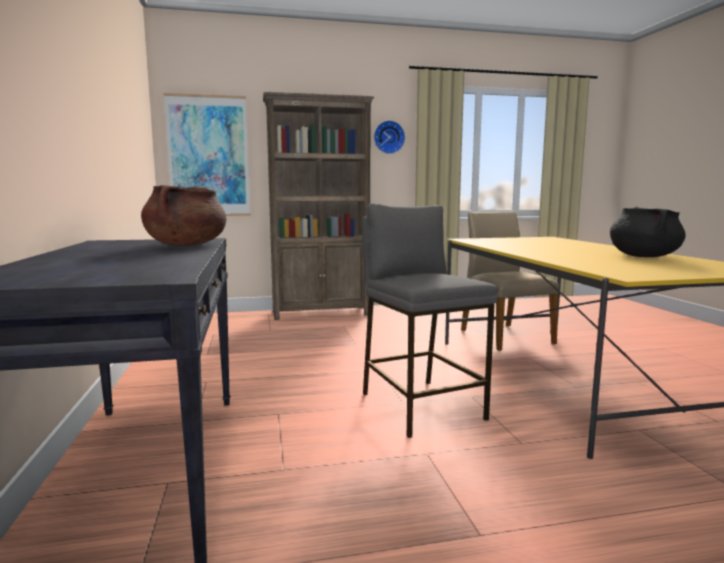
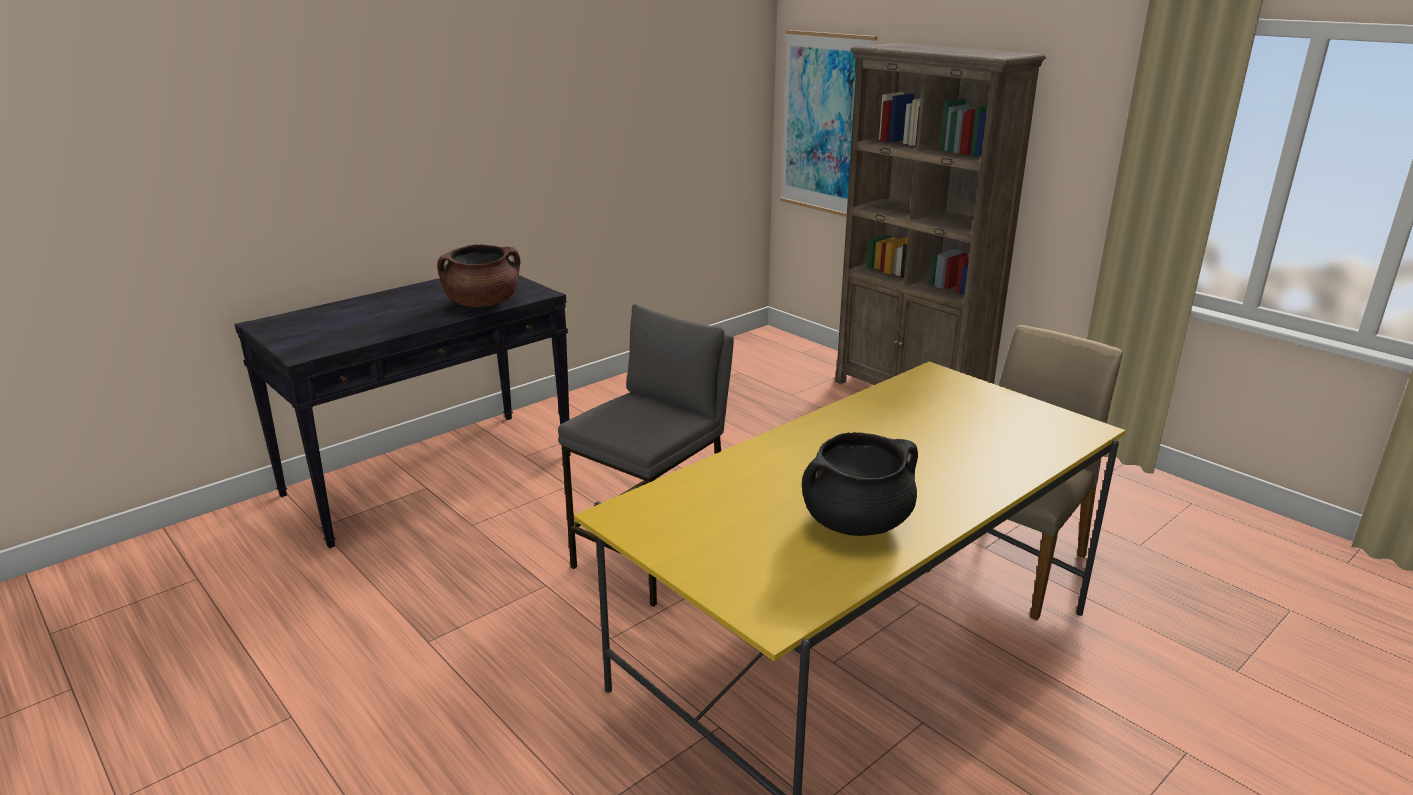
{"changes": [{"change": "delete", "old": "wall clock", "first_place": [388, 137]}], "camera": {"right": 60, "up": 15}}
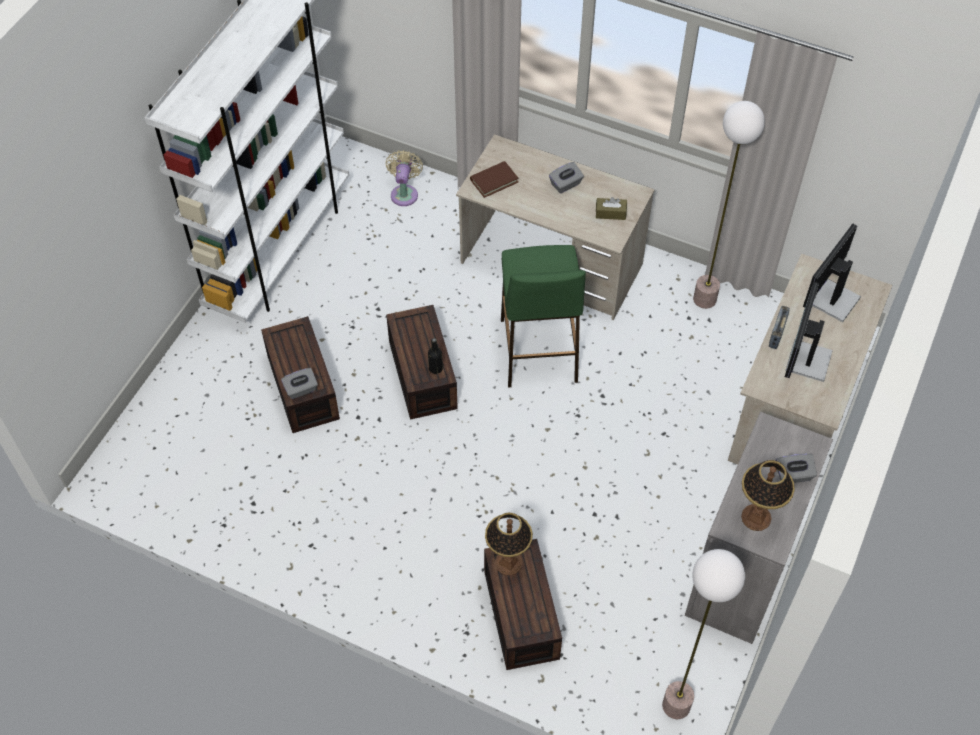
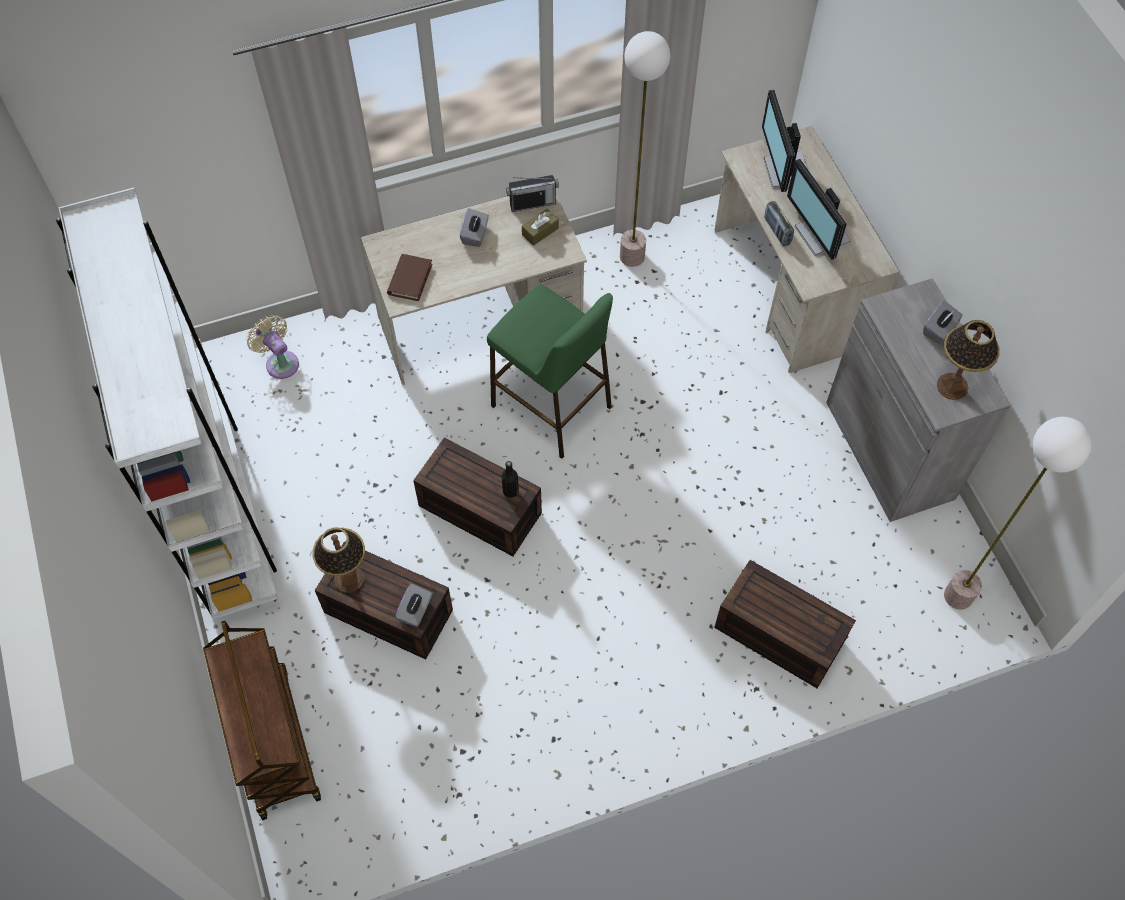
{"changes": [{"change": "move", "old": "tabletop lamp", "first_place": [508, 563], "second_place": [349, 579]}, {"change": "insert", "new": "wheeled cart/brown", "second_place": [273, 741]}, {"change": "insert", "new": "radio set", "second_place": [532, 203]}], "camera": {"right": -45, "up": 5}}
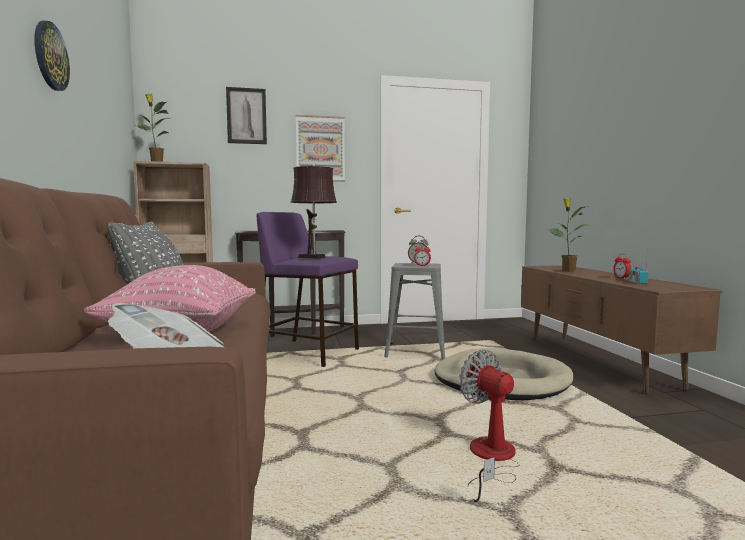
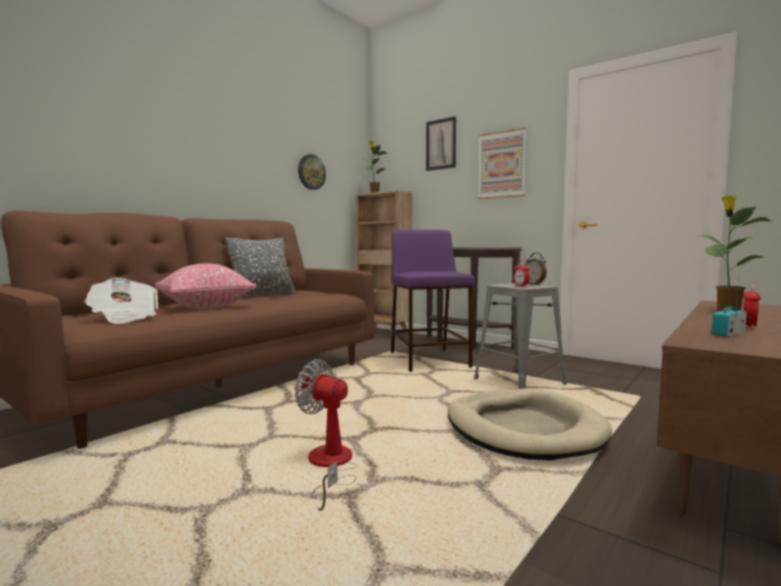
{"changes": [{"change": "move", "old": "wall clock", "first_place": [50, 56], "second_place": [311, 172]}, {"change": "delete", "old": "tabletop lamp/brown", "first_place": [314, 258]}, {"change": "rotate", "old": "electric fan", "first_place": [490, 460], "second_place": [330, 466], "degrees": -75}], "camera": {"right": 50, "up": 0}}
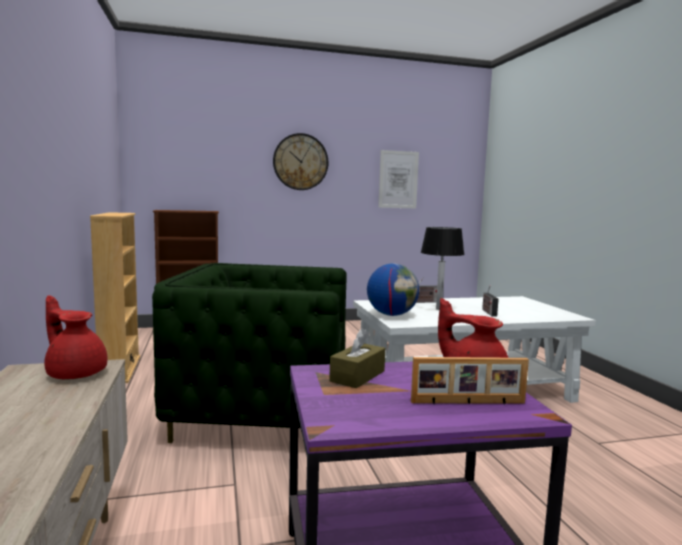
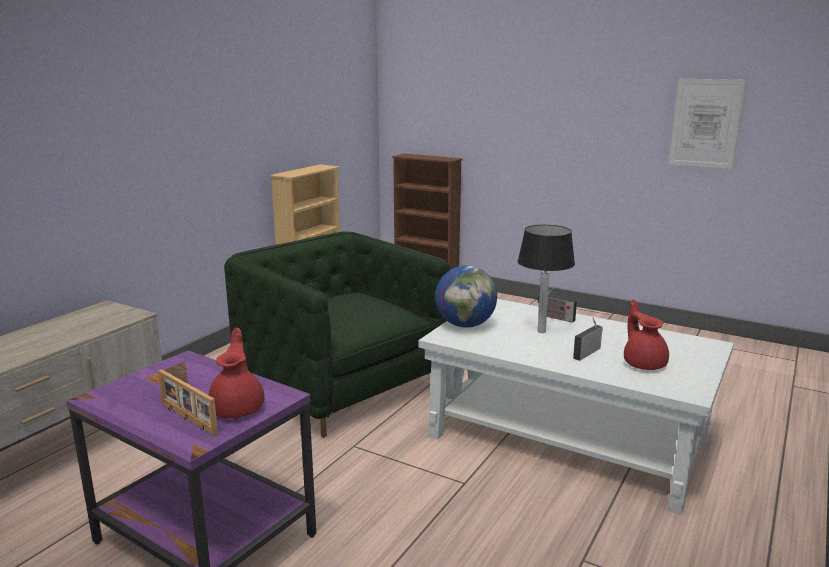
{"changes": [{"change": "move", "old": "tea pot/red", "first_place": [76, 373], "second_place": [643, 363]}, {"change": "delete", "old": "wall clock", "first_place": [300, 162]}, {"change": "delete", "old": "box of tissues/brown", "first_place": [357, 376]}], "camera": {"right": 45, "up": 10}}
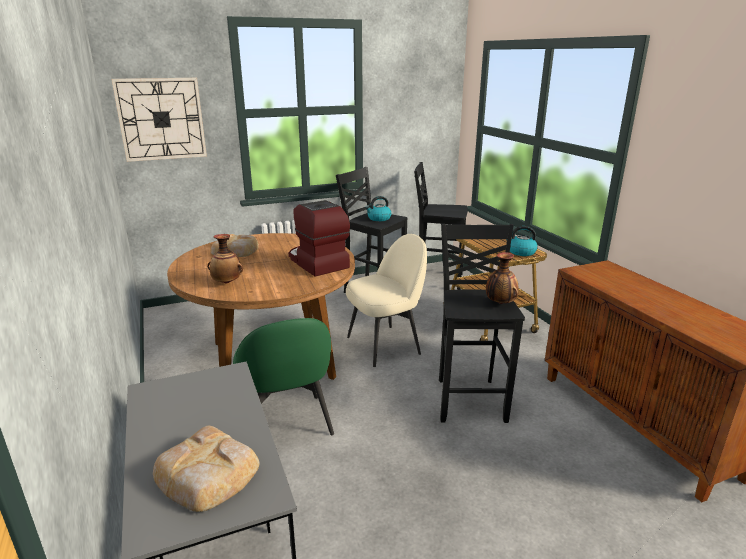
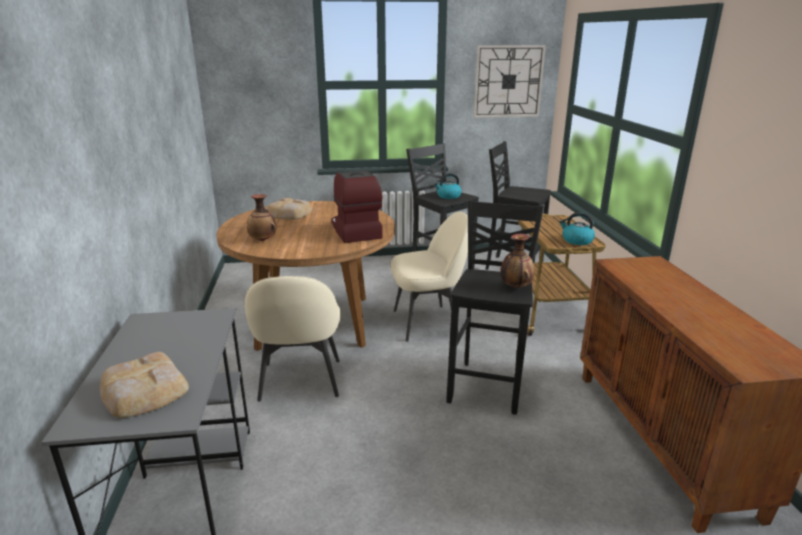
{"changes": [{"change": "move", "old": "wall clock", "first_place": [161, 119], "second_place": [508, 81]}, {"change": "recolor", "old": "chair/greenish", "new": "chair/beige", "first_place": [287, 425], "second_place": [300, 381]}], "camera": {"right": 15, "up": 0}}
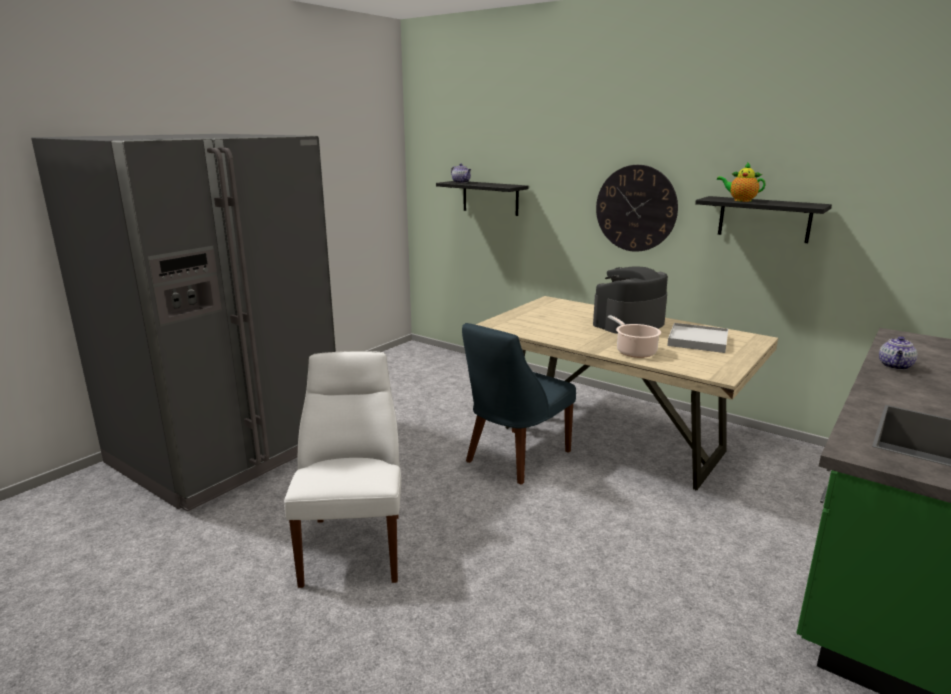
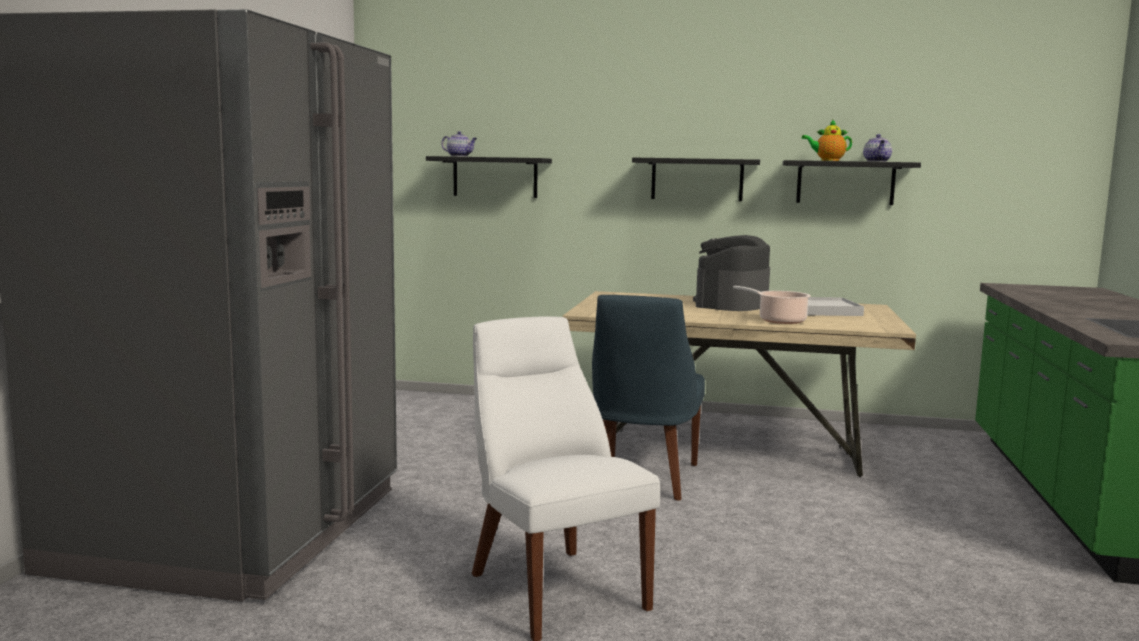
{"changes": [{"change": "replace", "old": "wall clock", "new": "shelf/blackish", "first_place": [636, 208], "second_place": [697, 179]}, {"change": "move", "old": "tea pot", "first_place": [895, 366], "second_place": [877, 161]}], "camera": {"right": -25, "up": -10}}
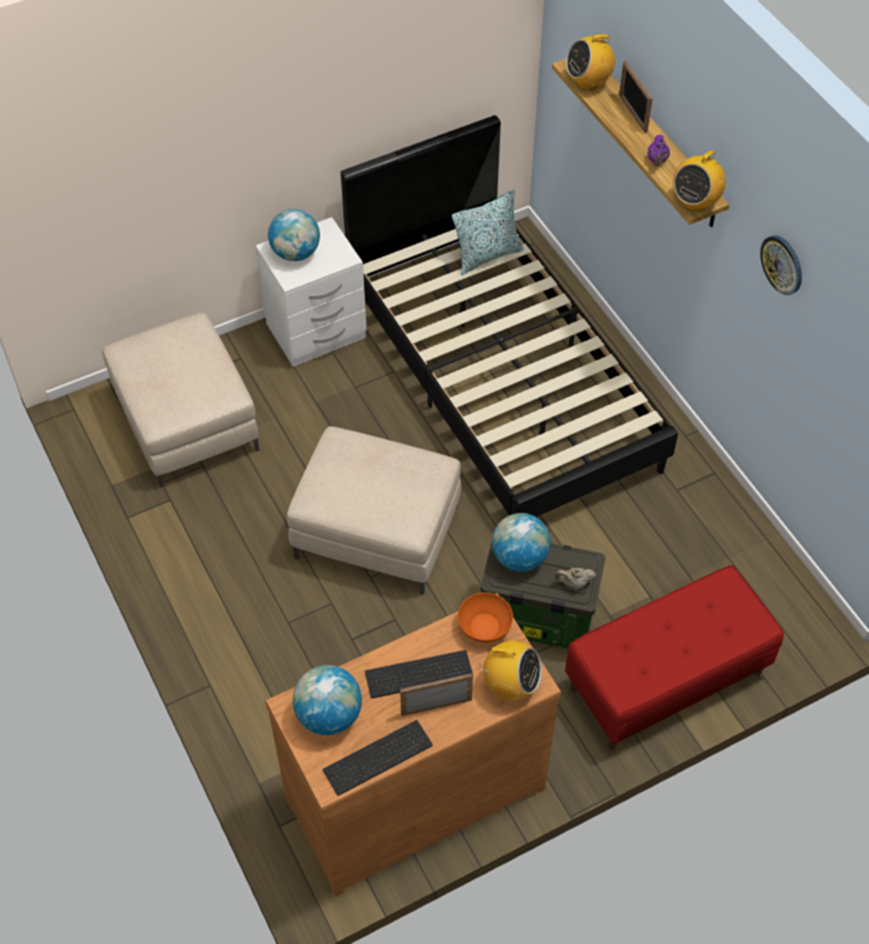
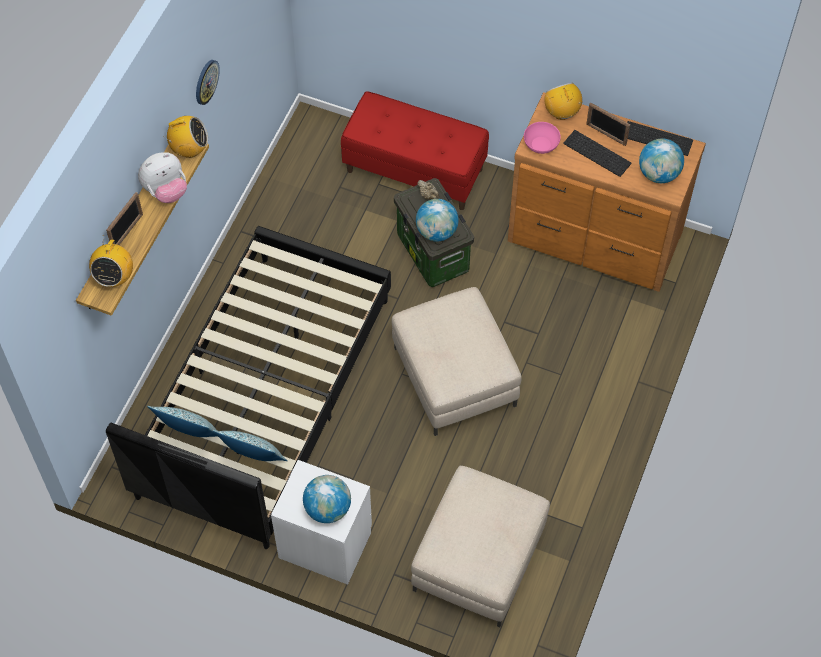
{"changes": [{"change": "recolor", "old": "deep dish/orangey", "new": "deep dish/pinkish", "first_place": [484, 626], "second_place": [541, 145]}, {"change": "rotate", "old": "radio set", "first_place": [588, 82], "second_place": [114, 277], "degrees": 75}, {"change": "replace", "old": "tea pot/purple-coloured", "new": "soft toy", "first_place": [657, 160], "second_place": [166, 191]}, {"change": "insert", "new": "pillow", "second_place": [253, 458]}], "camera": {"right": -130, "up": 5}}
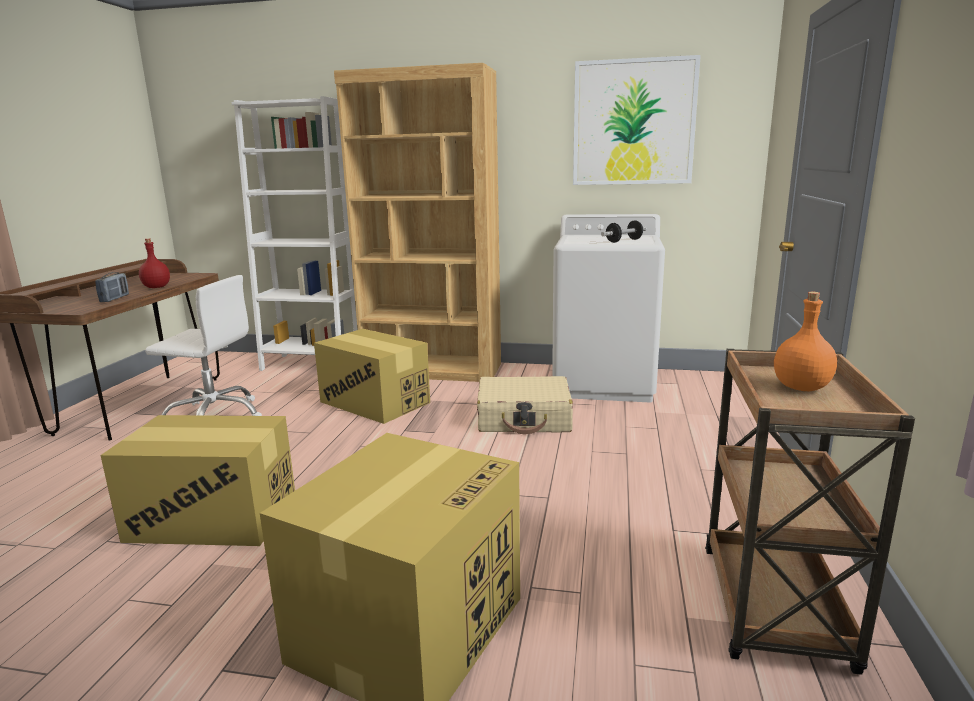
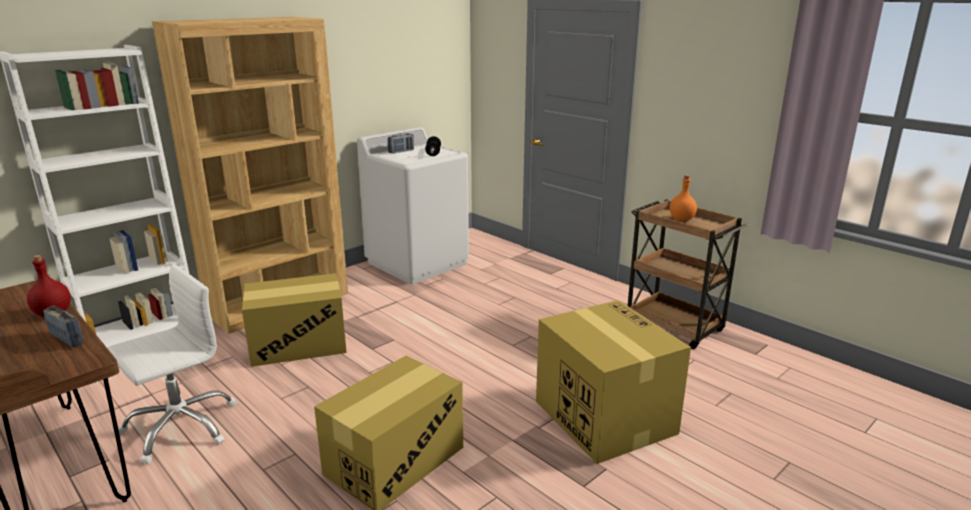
{"changes": [{"change": "delete", "old": "piece of luggage/beige", "first_place": [524, 419]}, {"change": "delete", "old": "picture", "first_place": [633, 123]}, {"change": "insert", "new": "radio set", "second_place": [401, 151]}], "camera": {"right": -55, "up": 5}}
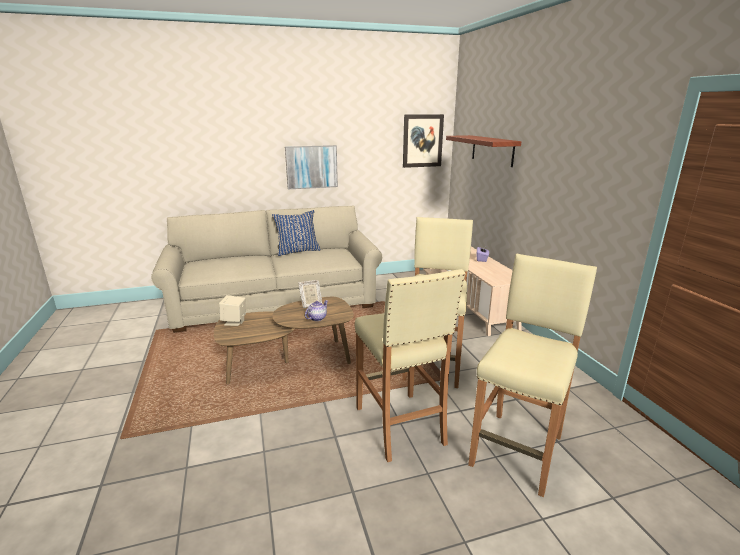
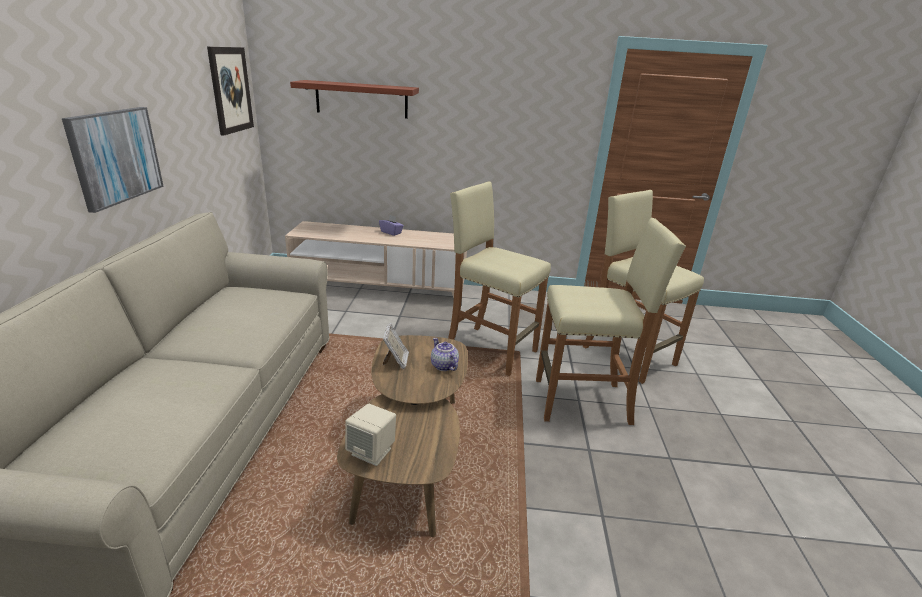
{"changes": [{"change": "delete", "old": "pillow/bluish", "first_place": [297, 251]}], "camera": {"right": -70, "up": 5}}
